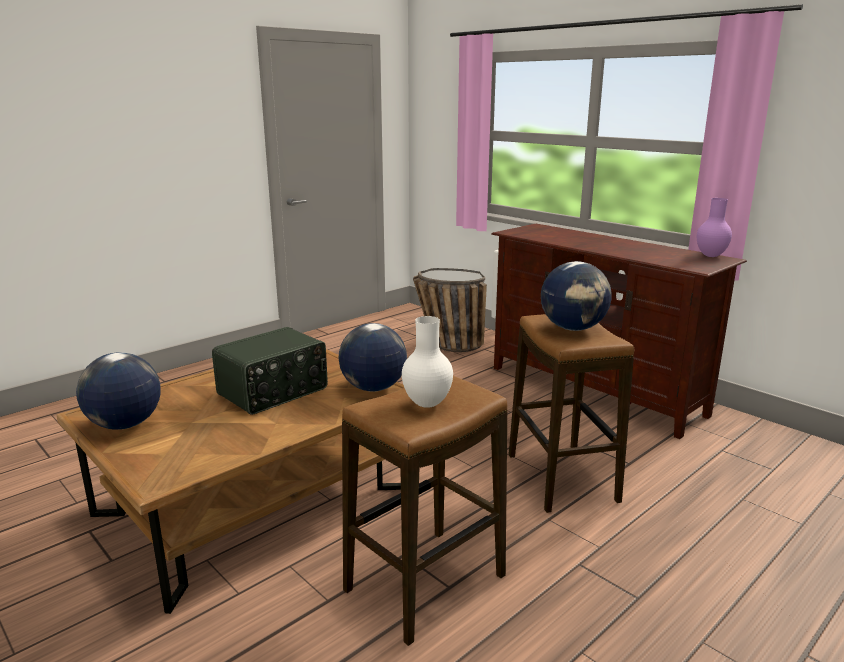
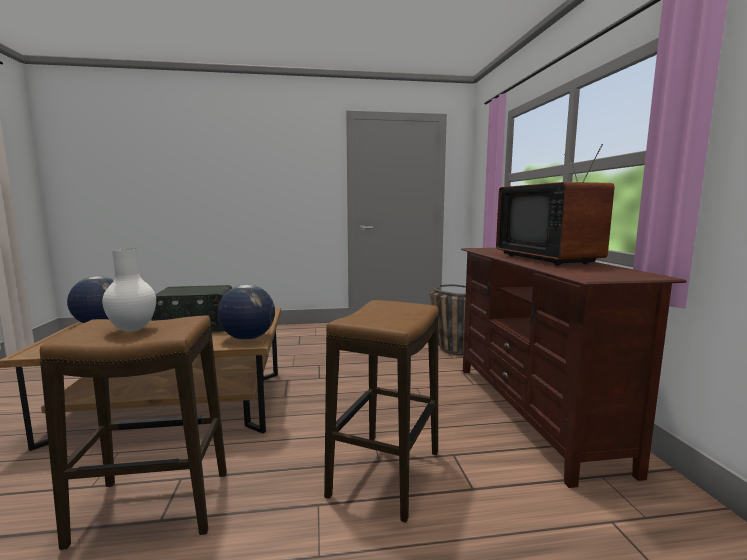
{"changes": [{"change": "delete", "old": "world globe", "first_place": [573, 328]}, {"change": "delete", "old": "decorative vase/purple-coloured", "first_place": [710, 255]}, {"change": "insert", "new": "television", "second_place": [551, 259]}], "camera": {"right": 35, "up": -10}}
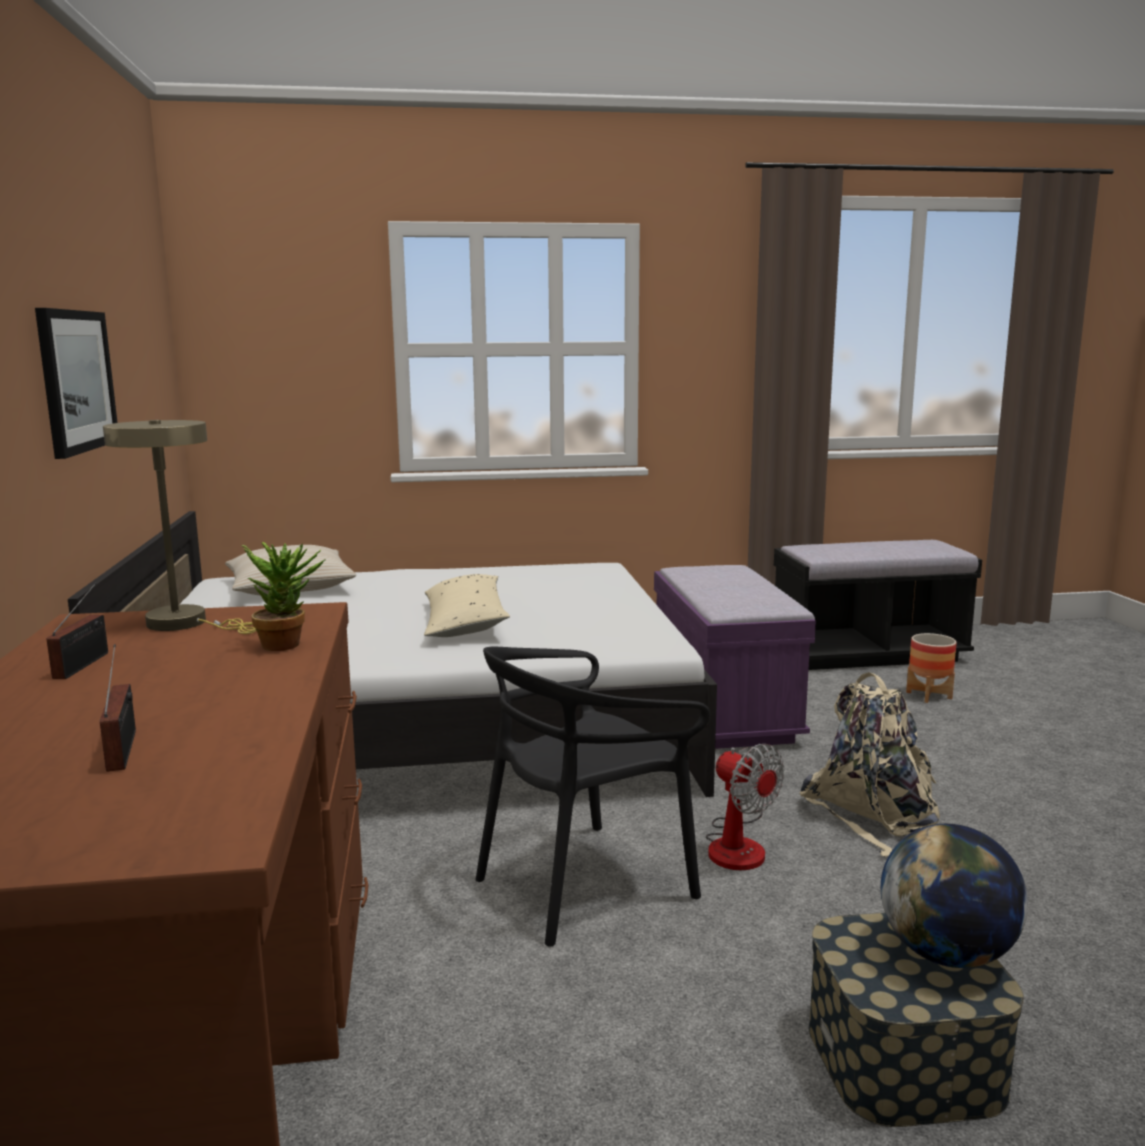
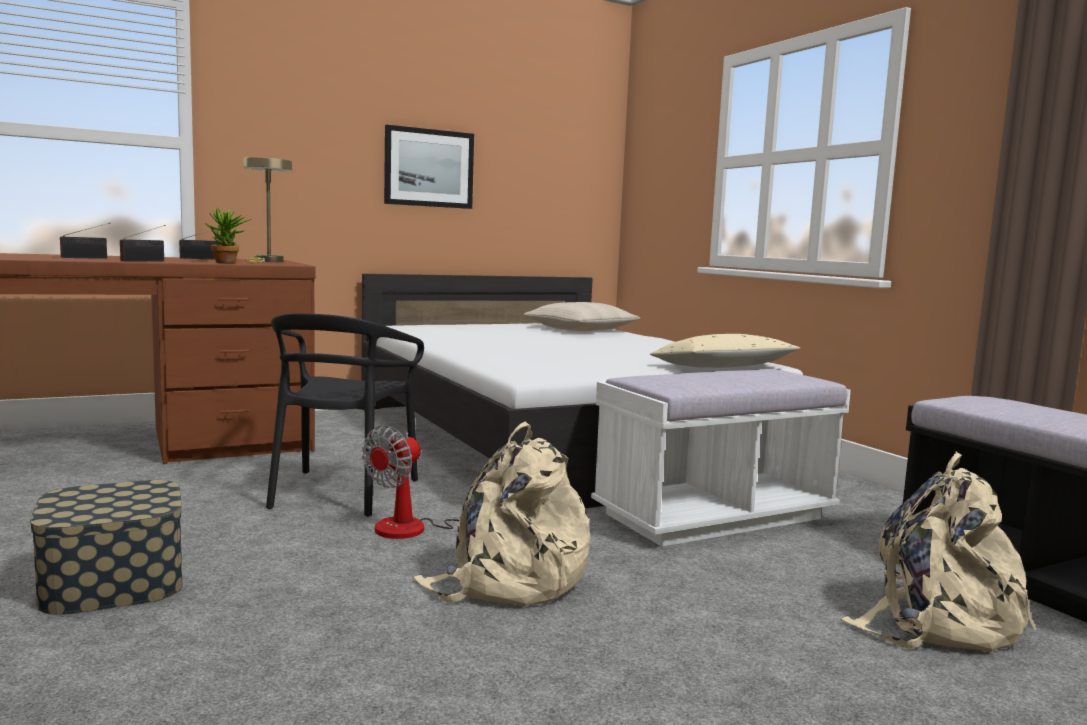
{"changes": [{"change": "move", "old": "pillow/beige", "first_place": [464, 622], "second_place": [723, 367]}, {"change": "rotate", "old": "chair/blackish", "first_place": [584, 883], "second_place": [341, 492], "degrees": -120}, {"change": "recolor", "old": "bench/purple-coloured", "new": "bench/white", "first_place": [723, 710], "second_place": [714, 516]}, {"change": "delete", "old": "world globe", "first_place": [947, 954]}, {"change": "replace", "old": "flower pot", "new": "rucksack/beige", "first_place": [928, 695], "second_place": [936, 621]}, {"change": "insert", "new": "radio set", "second_place": [145, 261]}], "camera": {"right": 70, "up": -5}}
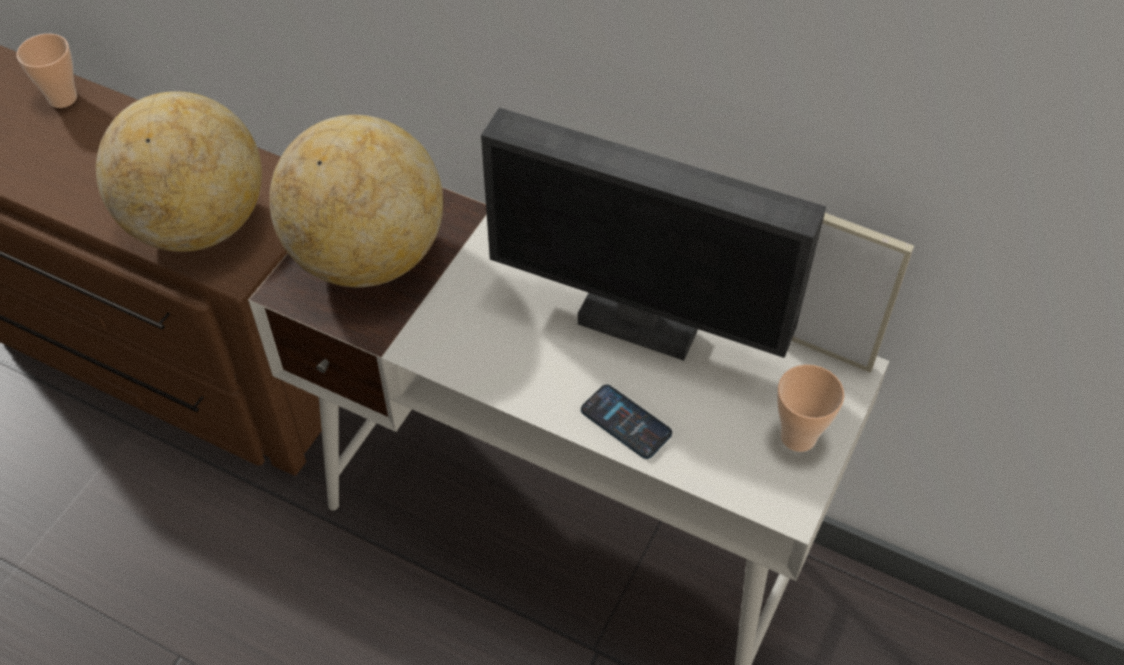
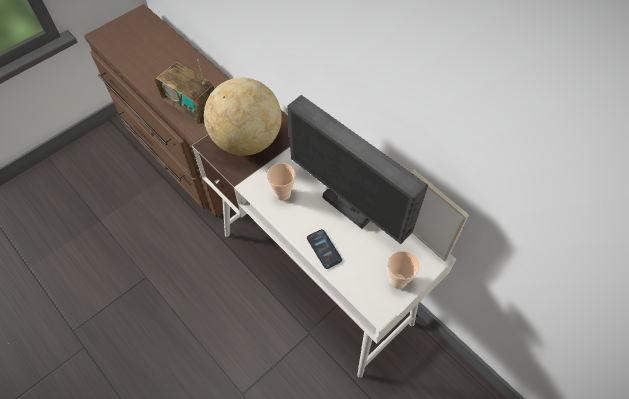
{"changes": [{"change": "move", "old": "drinking cup", "first_place": [63, 98], "second_place": [282, 194]}, {"change": "replace", "old": "world globe", "new": "radio set", "first_place": [199, 225], "second_place": [191, 105]}], "camera": {"right": 20, "up": 5}}
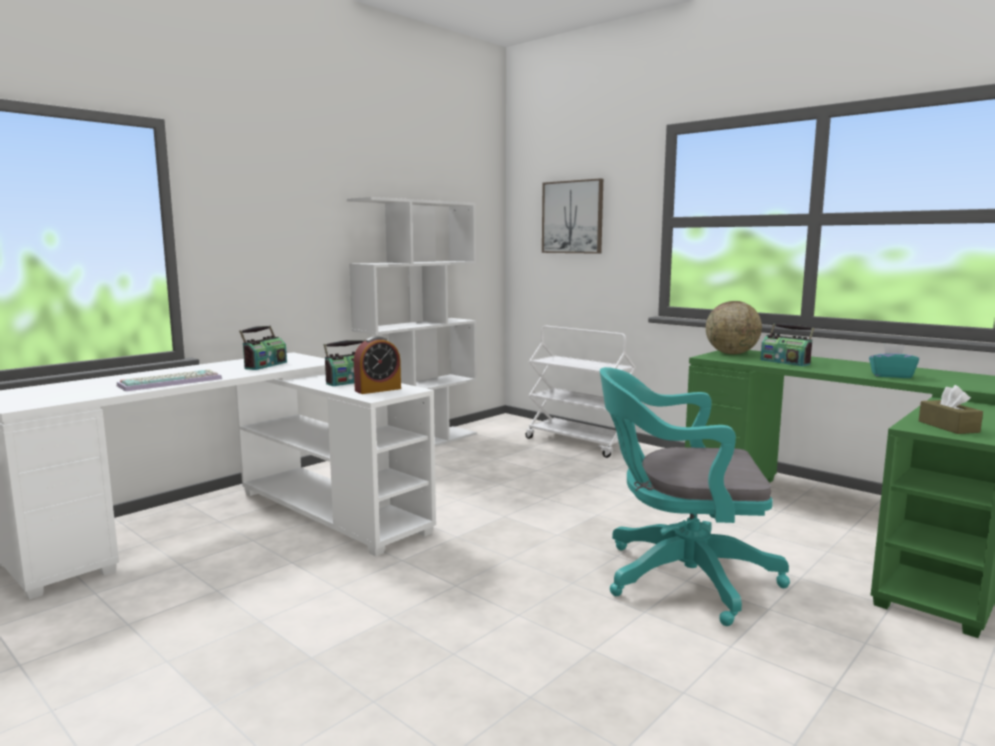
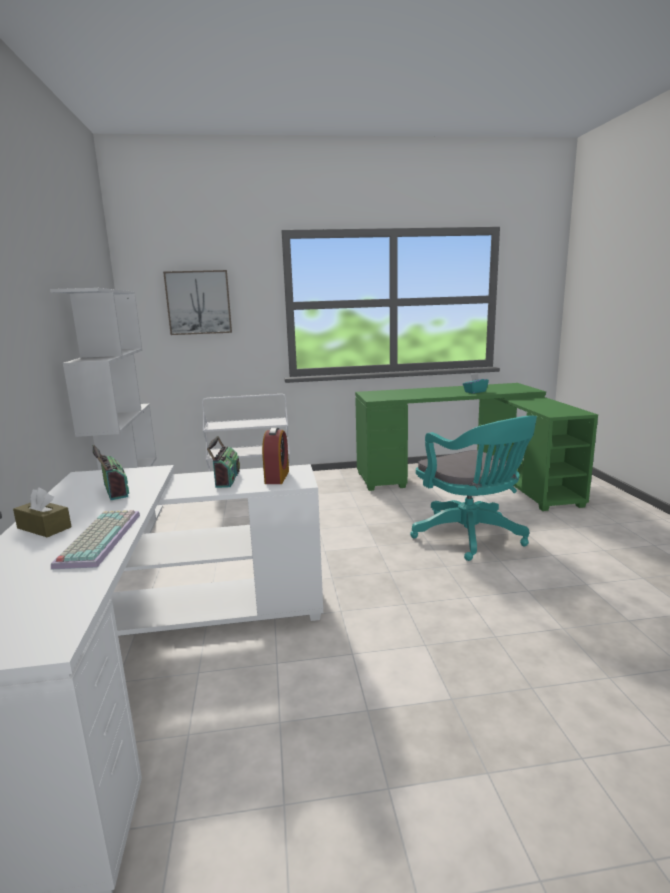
{"changes": [{"change": "rotate", "old": "desk chair/blue-green", "first_place": [679, 577], "second_place": [472, 537], "degrees": -75}, {"change": "delete", "old": "world globe", "first_place": [731, 353]}, {"change": "delete", "old": "radio set", "first_place": [785, 362]}, {"change": "move", "old": "box of tissues/brown", "first_place": [948, 427], "second_place": [44, 528]}], "camera": {"right": -50, "up": 5}}
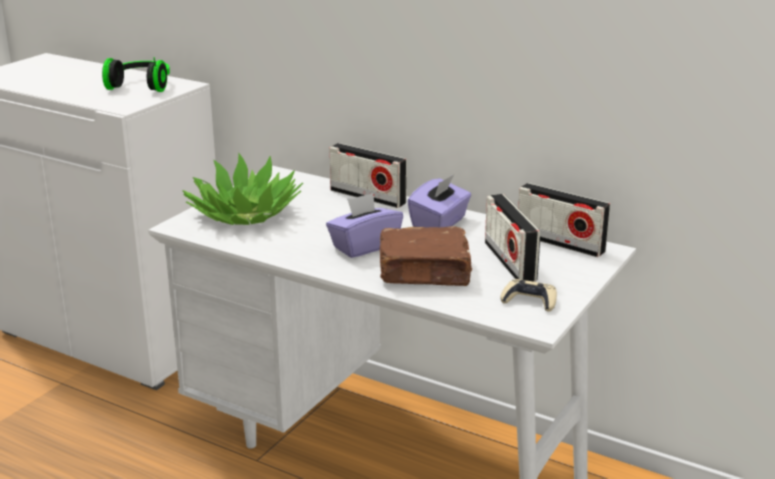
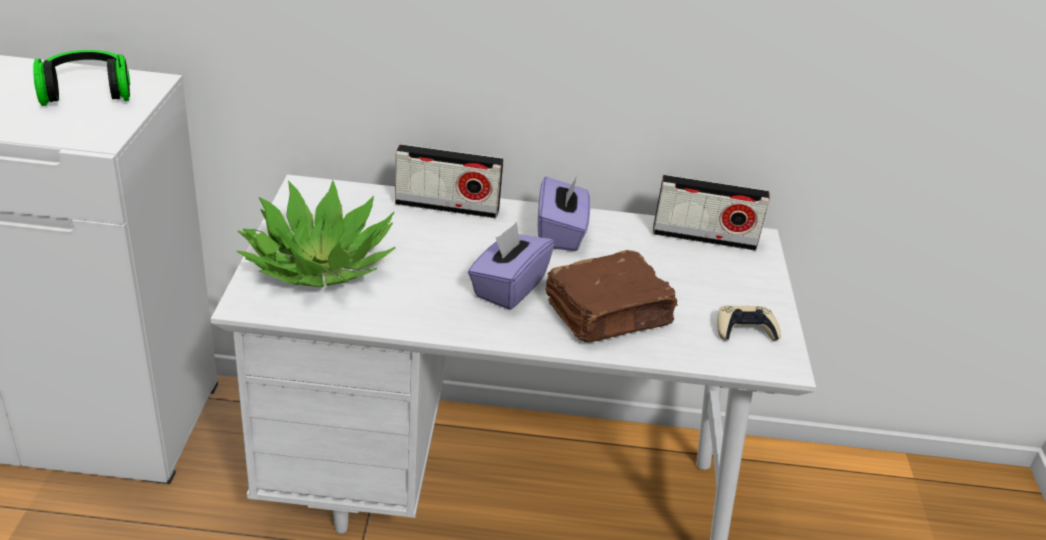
{"changes": [{"change": "delete", "old": "radio set", "first_place": [509, 261]}], "camera": {"right": -30, "up": 10}}
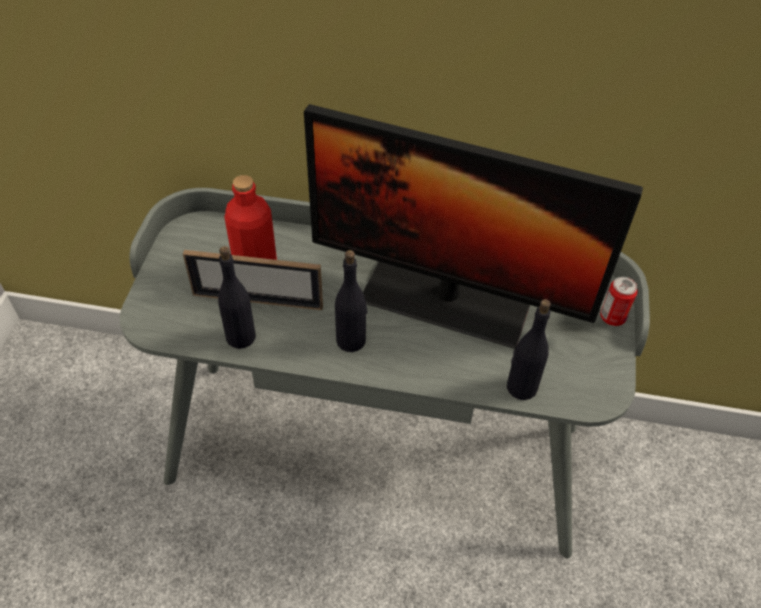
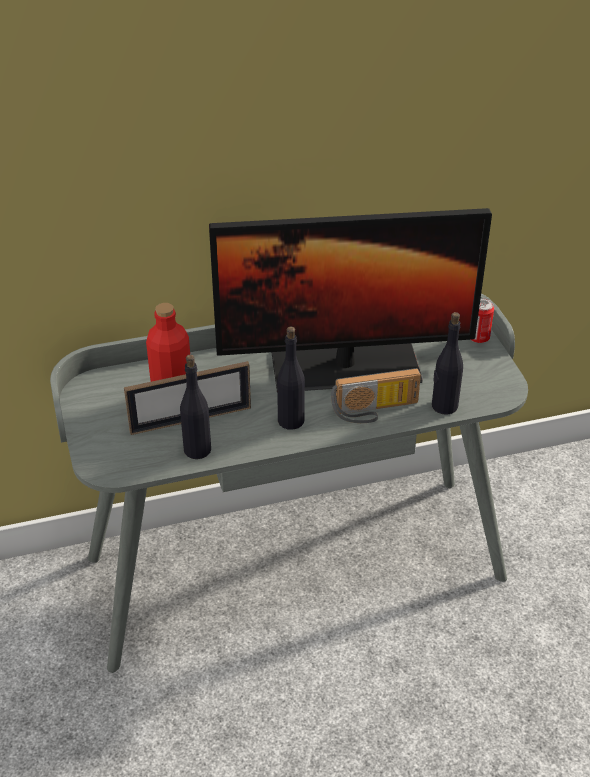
{"changes": [{"change": "insert", "new": "radio set", "second_place": [375, 411]}], "camera": {"right": -25, "up": -10}}
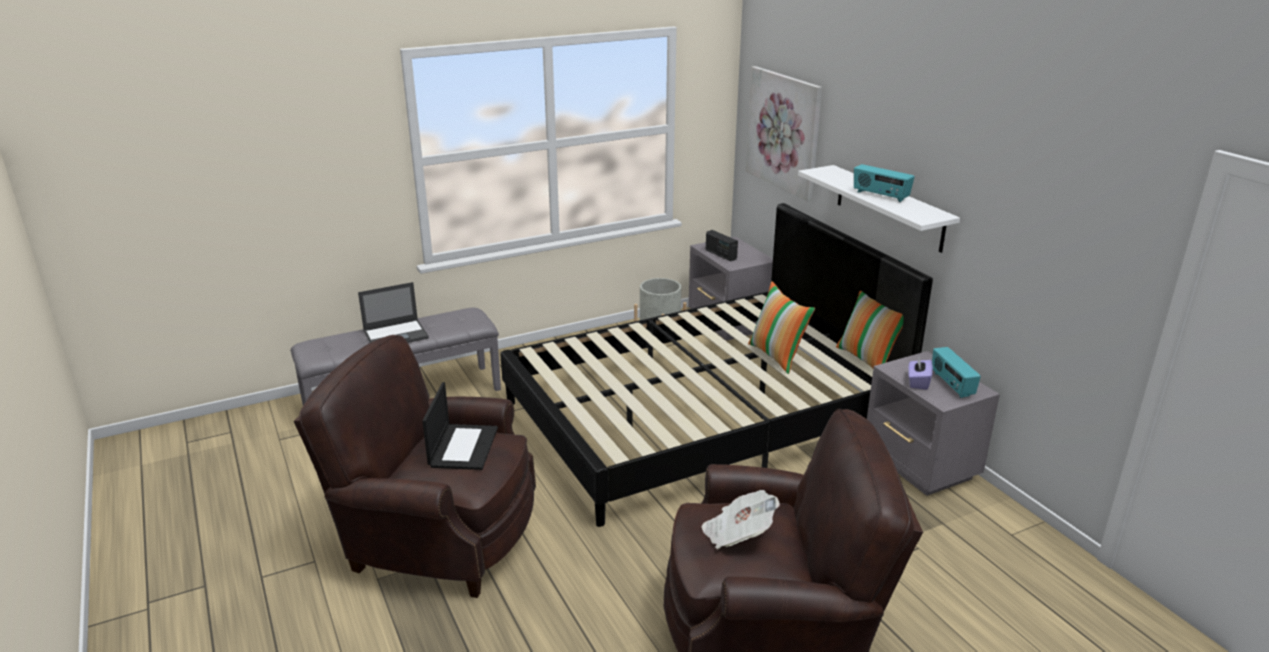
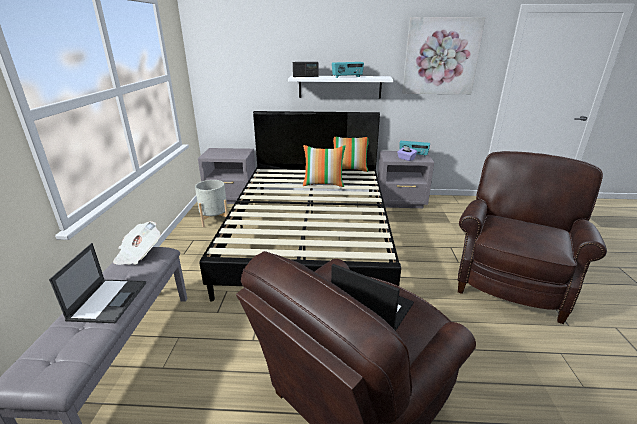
{"changes": [{"change": "move", "old": "daily paper", "first_place": [738, 534], "second_place": [138, 254]}, {"change": "move", "old": "radio set", "first_place": [720, 254], "second_place": [305, 76]}, {"change": "move", "old": "picture", "first_place": [783, 131], "second_place": [441, 57]}], "camera": {"right": -60, "up": 0}}
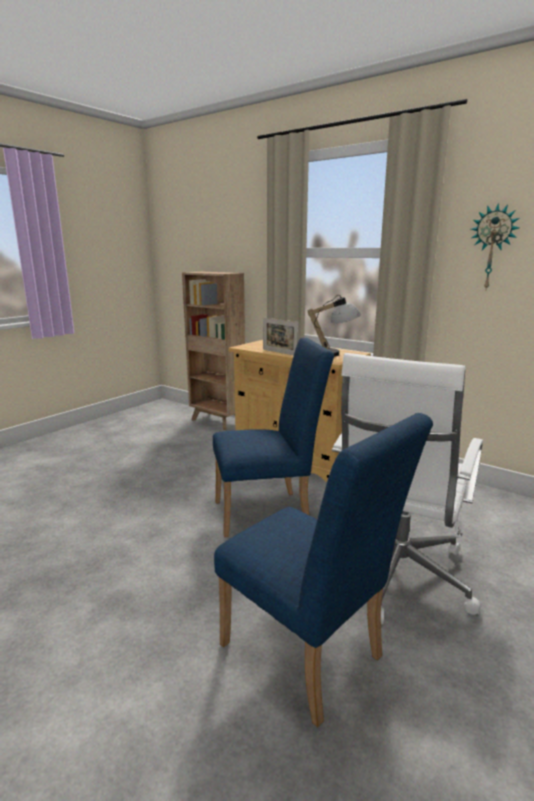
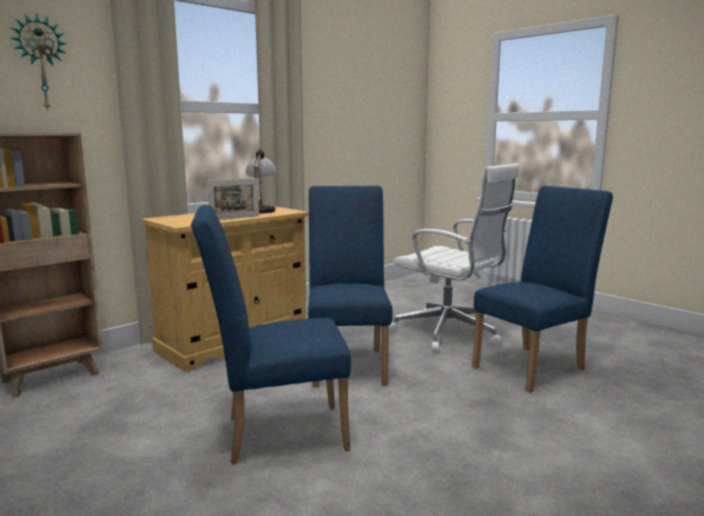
{"changes": [{"change": "move", "old": "wall clock", "first_place": [492, 248], "second_place": [41, 63]}, {"change": "insert", "new": "chair/bluish", "second_place": [275, 433]}], "camera": {"right": -80, "up": -5}}
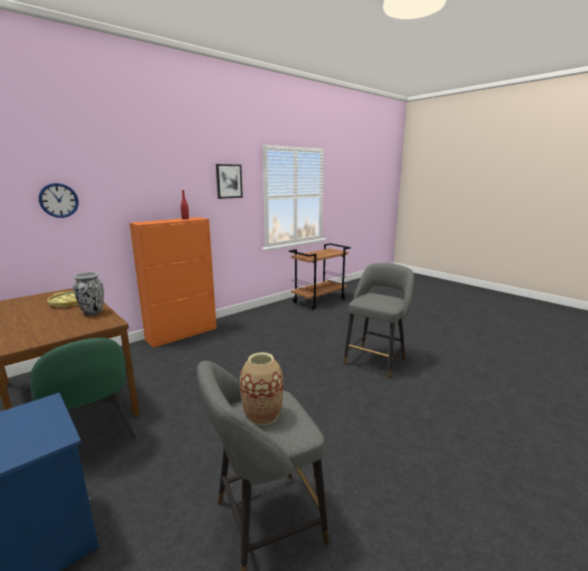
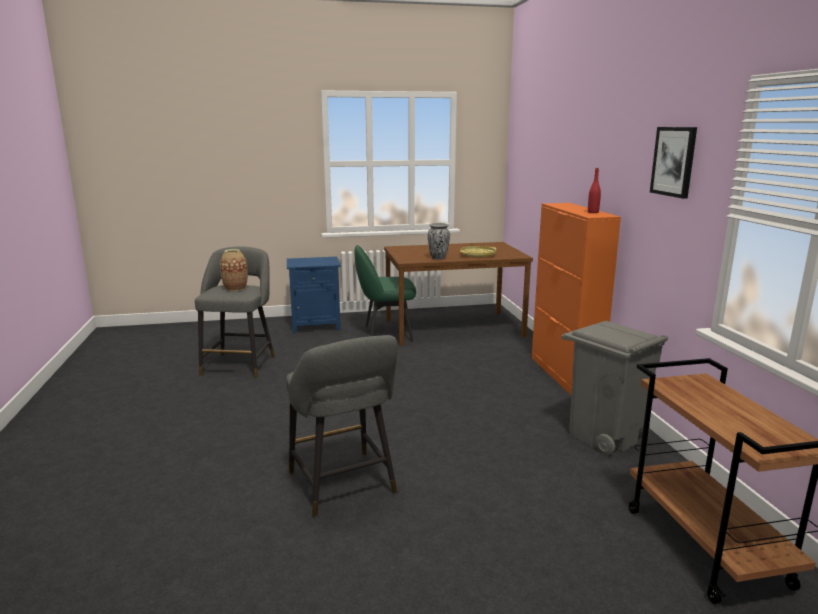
{"changes": [{"change": "delete", "old": "wall clock", "first_place": [59, 200]}, {"change": "insert", "new": "waste bin/grey", "second_place": [604, 436]}], "camera": {"right": 120, "up": 0}}
